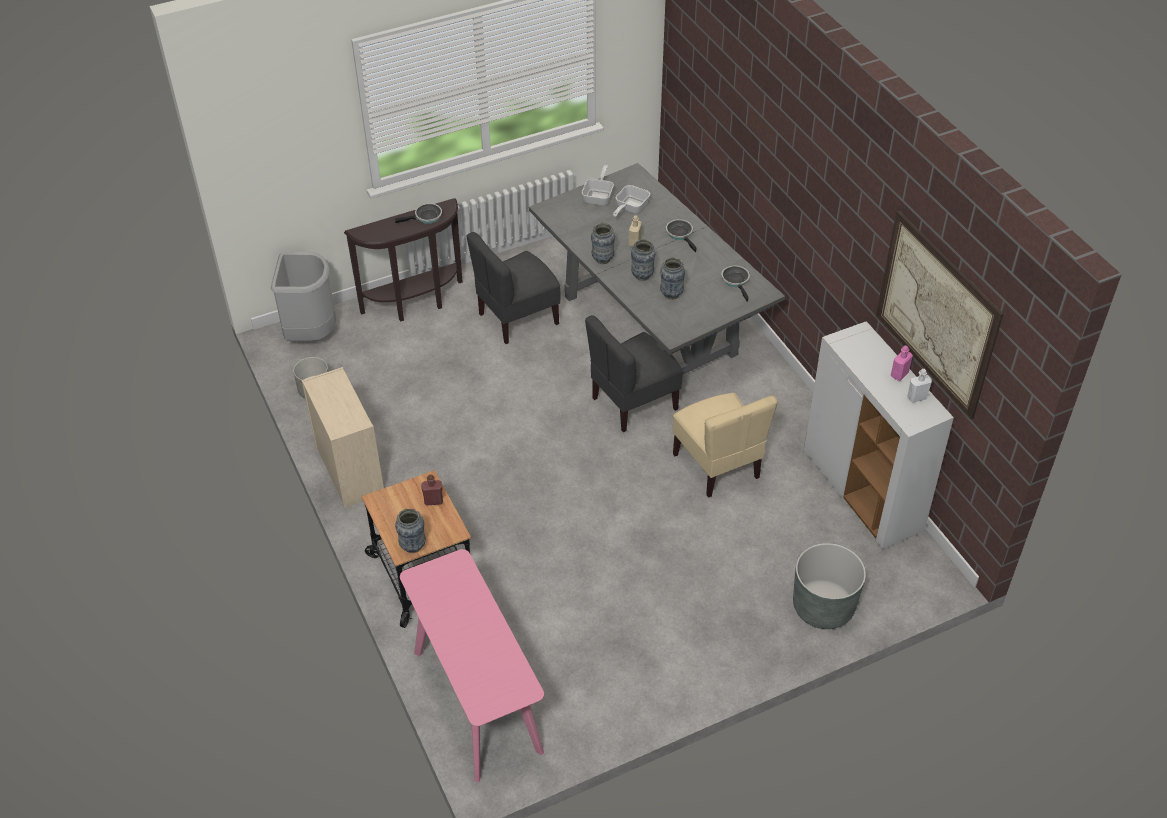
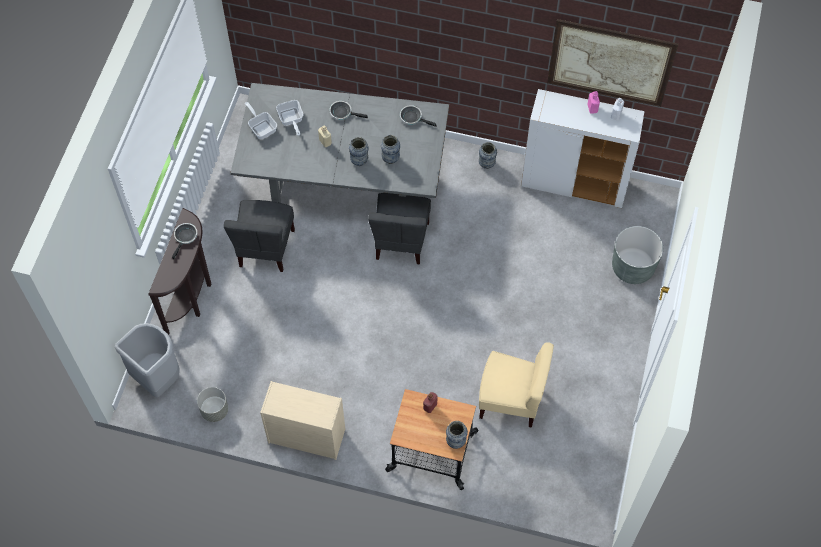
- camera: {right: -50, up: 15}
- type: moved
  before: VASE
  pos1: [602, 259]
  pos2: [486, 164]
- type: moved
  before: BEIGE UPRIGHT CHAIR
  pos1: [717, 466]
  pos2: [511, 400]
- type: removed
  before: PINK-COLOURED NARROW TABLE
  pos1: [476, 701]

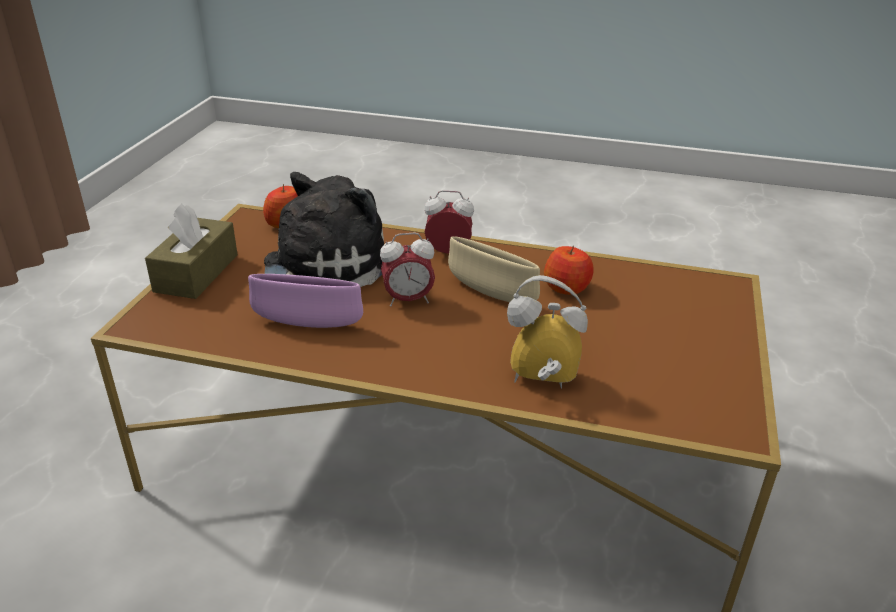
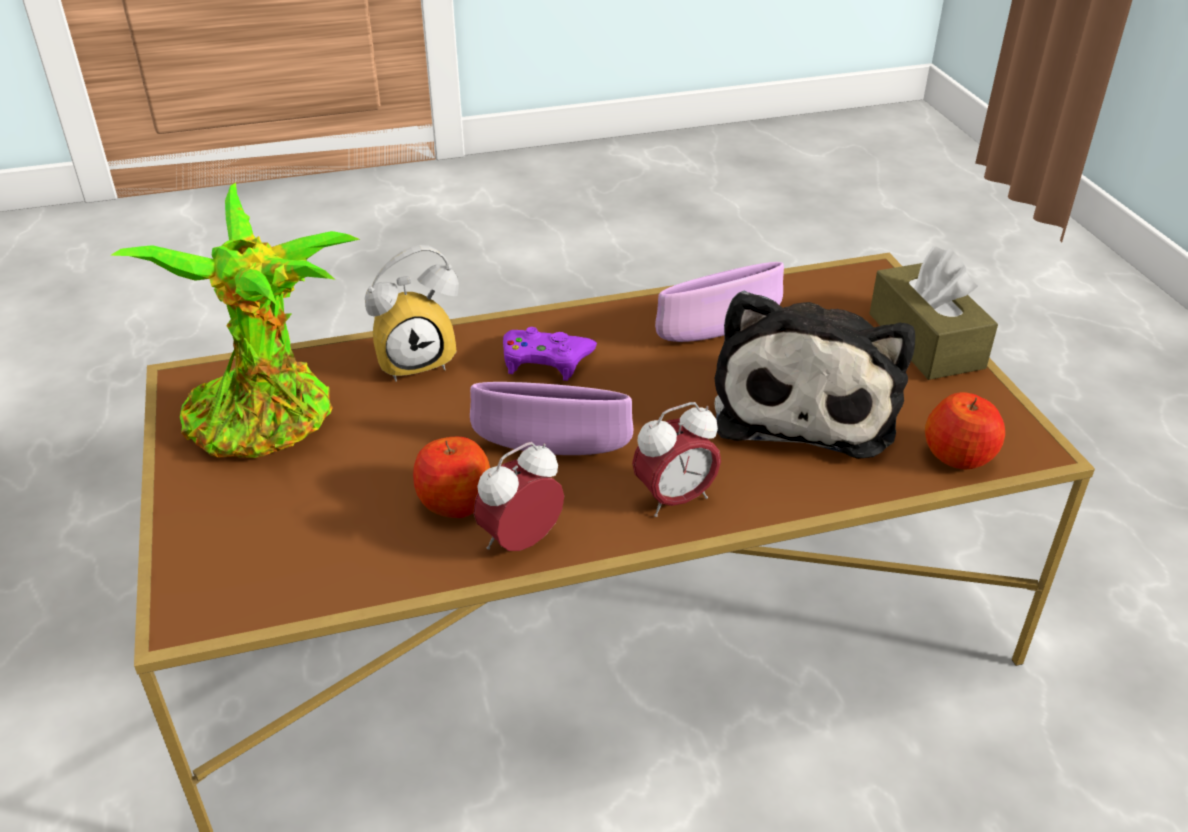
- camera: {right: 150, up: 5}
- type: added
  after: PLANT IN A POT
  pos2: [268, 422]
- type: recoloured
  before: BEIGE SERVING BOWL
  after: PURPLE SERVING BOWL
  pos1: [491, 294]
  pos2: [551, 449]
- type: moved
  before: TABLE CLOCK
  pos1: [408, 300]
  pos2: [521, 542]
- type: added
  after: PURPLE GAMEPAD
  pos2: [545, 360]

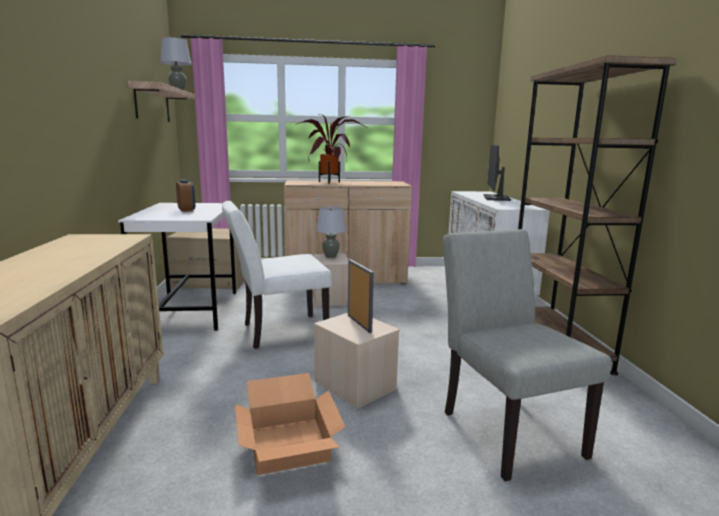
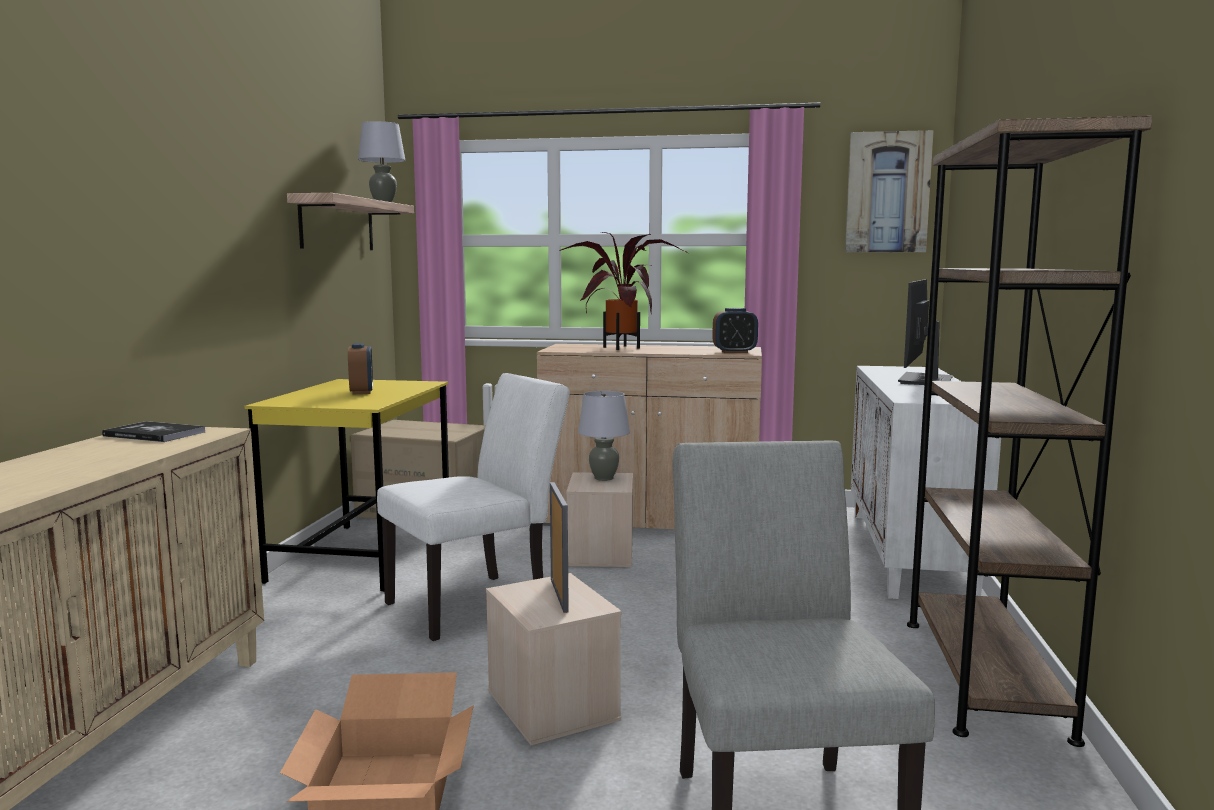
- camera: {right: 15, up: -5}
- type: added
  after: BOUND BOOK
  pos2: [154, 434]
- type: recoloured
  before: WHITE DESK
  after: YELLOW-COLOURED DESK
  pos1: [189, 310]
  pos2: [363, 556]
- type: turned
  before: WHITE UPRIGHT CHAIR
  pos1: [277, 332]
  pos2: [478, 603]
  turn: 150
- type: added
  after: TABLE CLOCK
  pos2: [734, 352]
- type: added
  after: WALL PICTURE
  pos2: [887, 192]

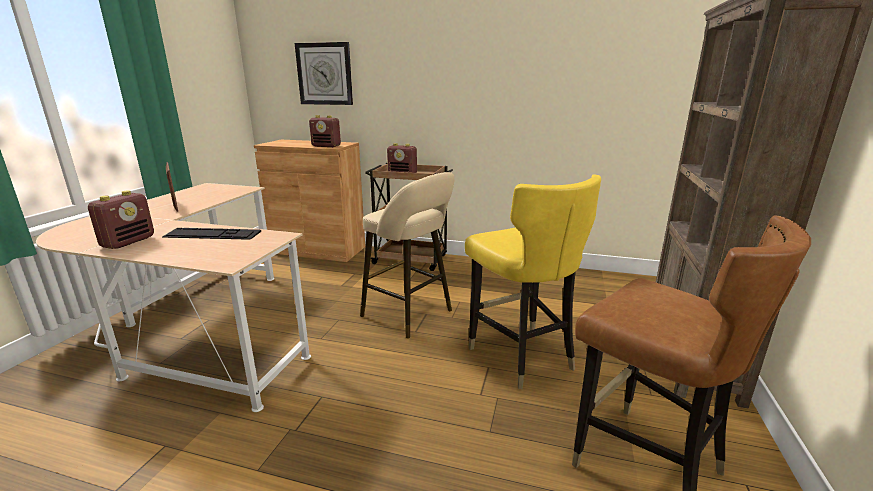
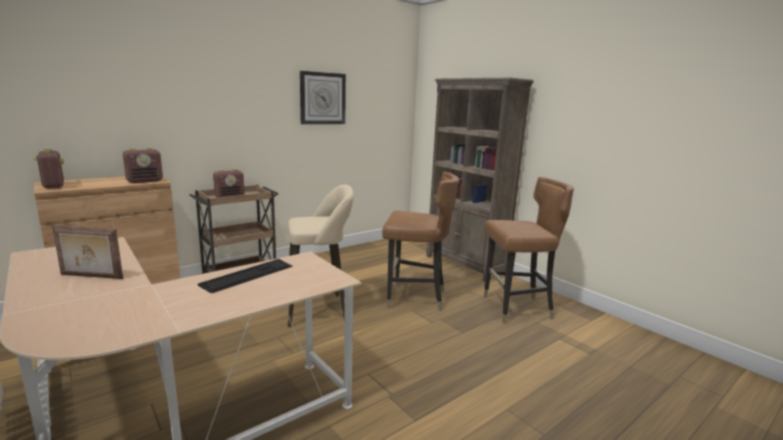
- camera: {right: -55, up: -5}
- type: moved
  before: RADIO SET
  pos1: [129, 242]
  pos2: [53, 186]
- type: moved
  before: HANGING CLOCK
  pos1: [324, 74]
  pos2: [322, 98]
- type: recoloured
  before: YELLOW-COLOURED UPRIGHT CHAIR
  after: BROWN UPRIGHT CHAIR
  pos1: [521, 356]
  pos2: [414, 298]

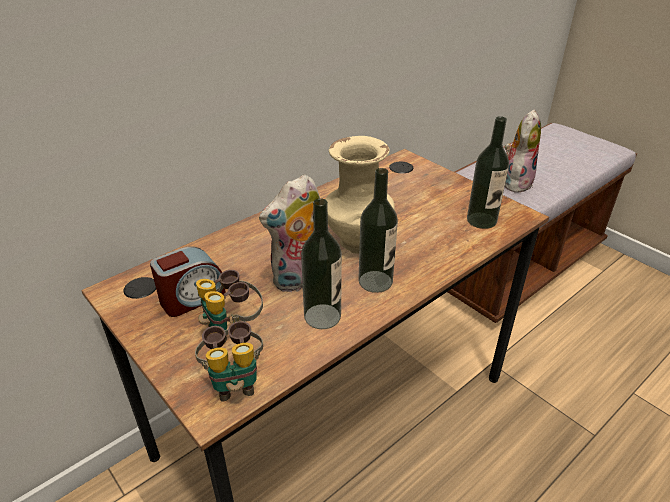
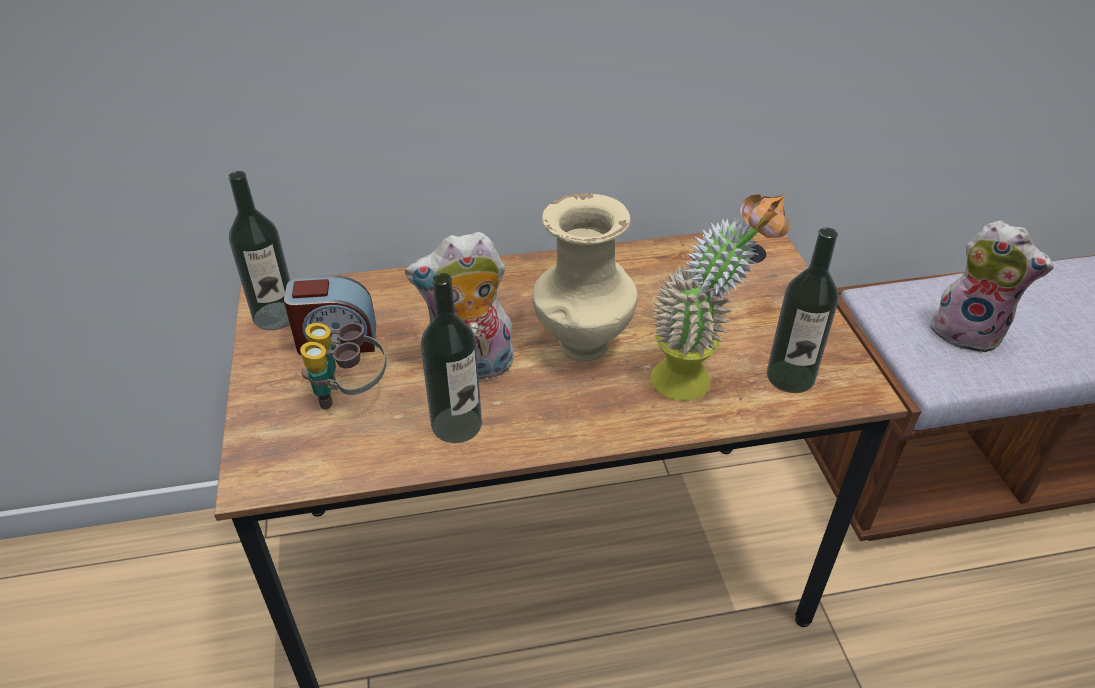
- camera: {right: 30, up: 5}
- type: moved
  before: BEVERAGE BOTTLE
  pos1: [375, 281]
  pos2: [275, 316]
- type: added
  after: PLANT IN A POT
  pos2: [697, 379]
- type: turned
  before: PLUSH TOY
  pos1: [515, 182]
  pos2: [968, 333]
  turn: 60
- type: removed
  before: FIELD GLASSES
  pos1: [235, 381]

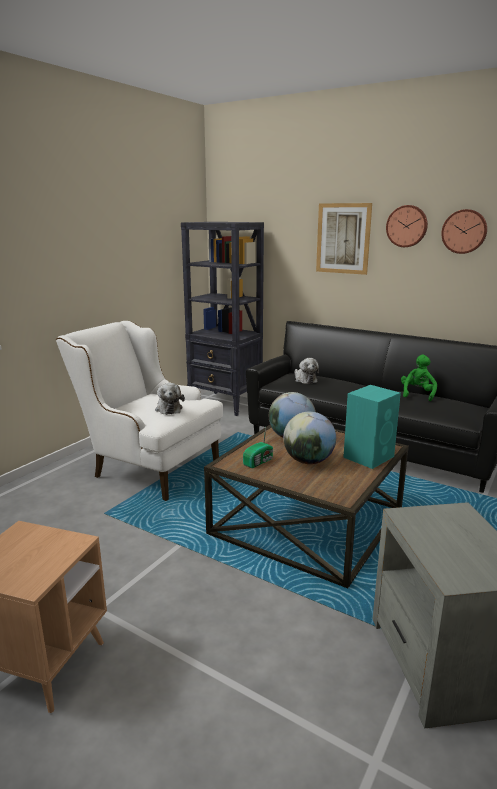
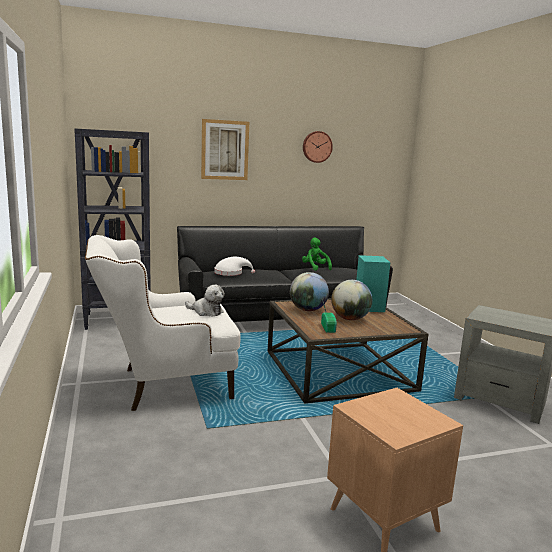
- camera: {right: -50, up: -5}
- type: replaced
  before: PLUSH TOY
  after: WHITE CLOTHING HAT
  pos1: [305, 379]
  pos2: [231, 273]
- type: removed
  before: HANGING CLOCK
  pos1: [407, 226]

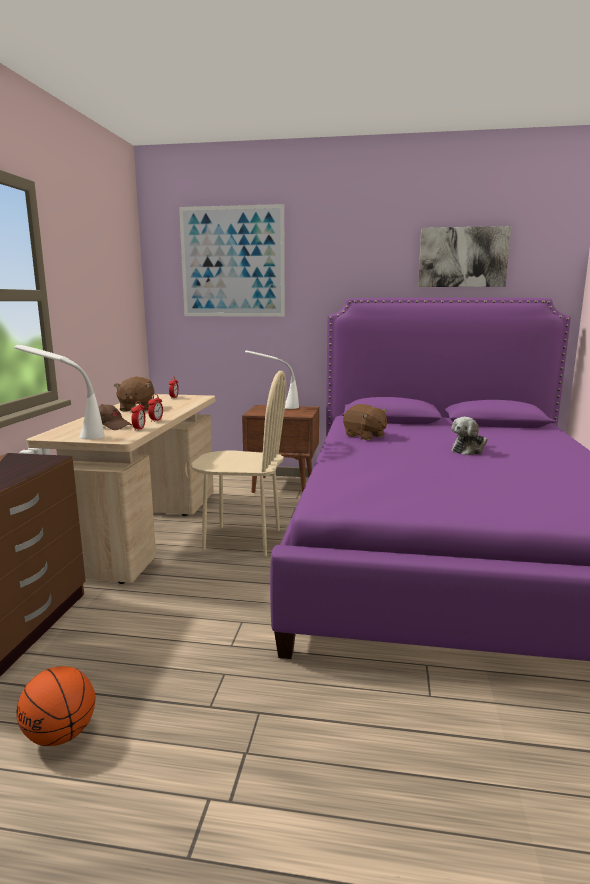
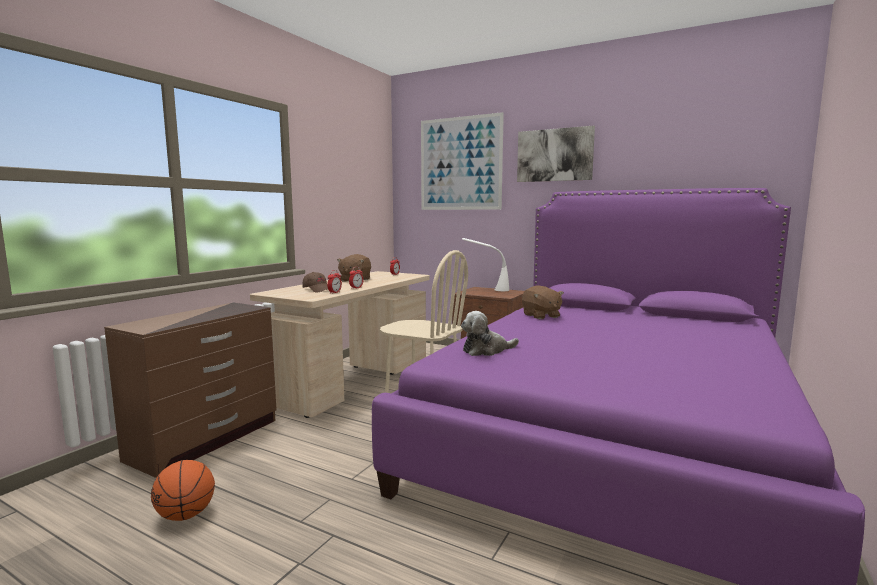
- camera: {right: 20, up: -5}
- type: moved
  before: PLUSH TOY
  pos1: [469, 450]
  pos2: [486, 350]
- type: moved
  before: WALL PICTURE
  pos1: [463, 257]
  pos2: [554, 155]
- type: removed
  before: WHITE TABLETOP LAMP
  pos1: [64, 436]

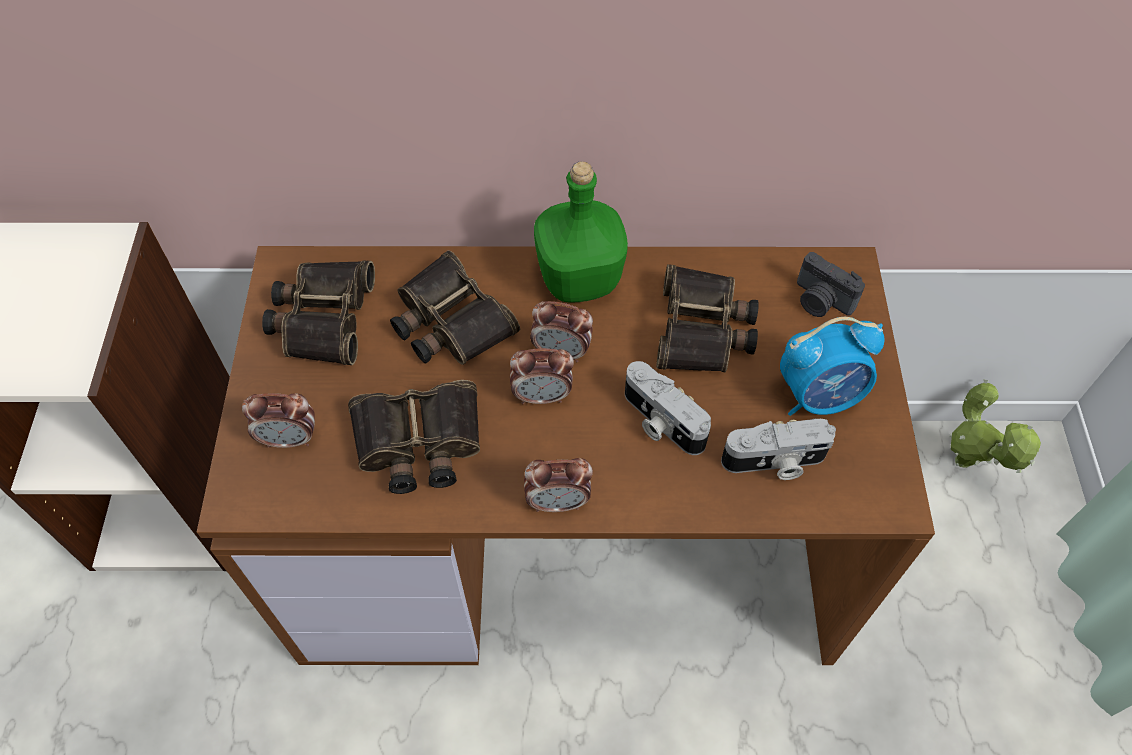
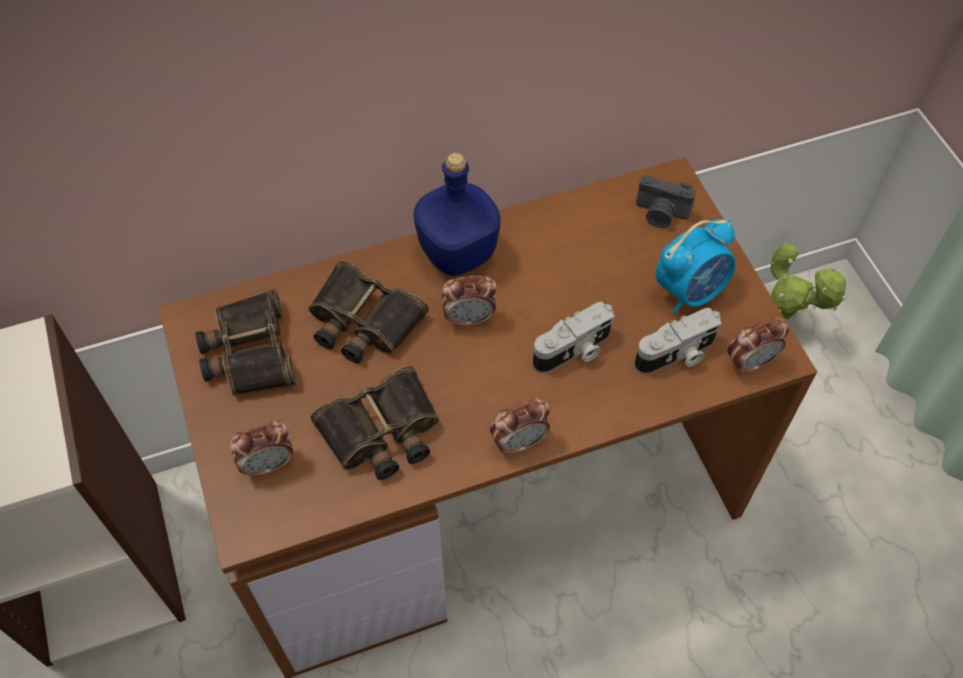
- camera: {right: -20, up: 0}
- type: recoloured
  before: GREEN-COLOURED BEVERAGE BOTTLE
  after: BLUE-COLOURED BEVERAGE BOTTLE
  pos1: [578, 280]
  pos2: [456, 254]
- type: turned
  before: STILL CAMERA
  pos1: [660, 422]
  pos2: [574, 351]
  turn: -60
- type: moved
  before: TABLE CLOCK
  pos1: [542, 396]
  pos2: [750, 362]
- type: removed
  before: FIELD GLASSES
  pos1: [704, 329]

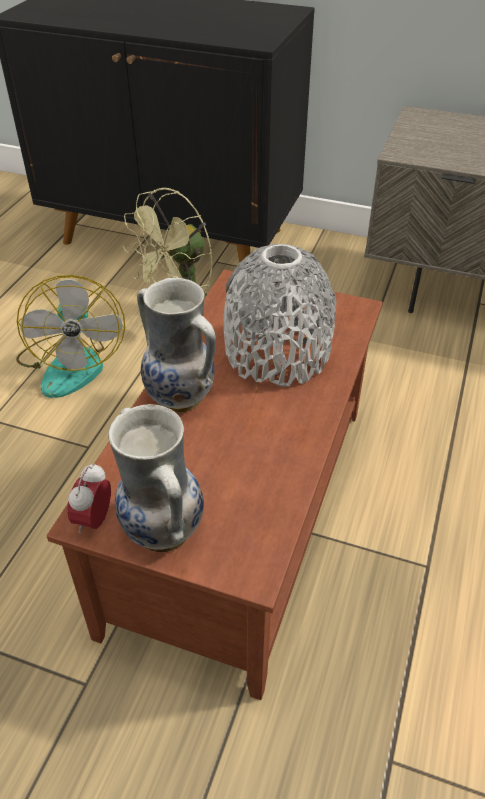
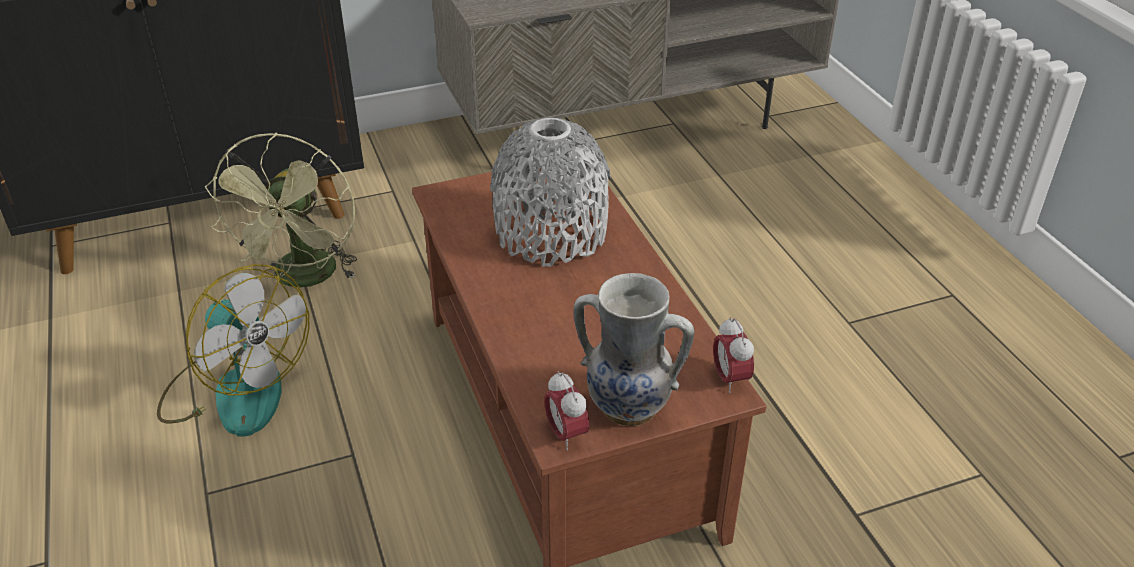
- camera: {right: -40, up: -5}
- type: added
  after: TABLE CLOCK
  pos2: [730, 379]
- type: removed
  before: VASE
  pos1: [181, 396]

